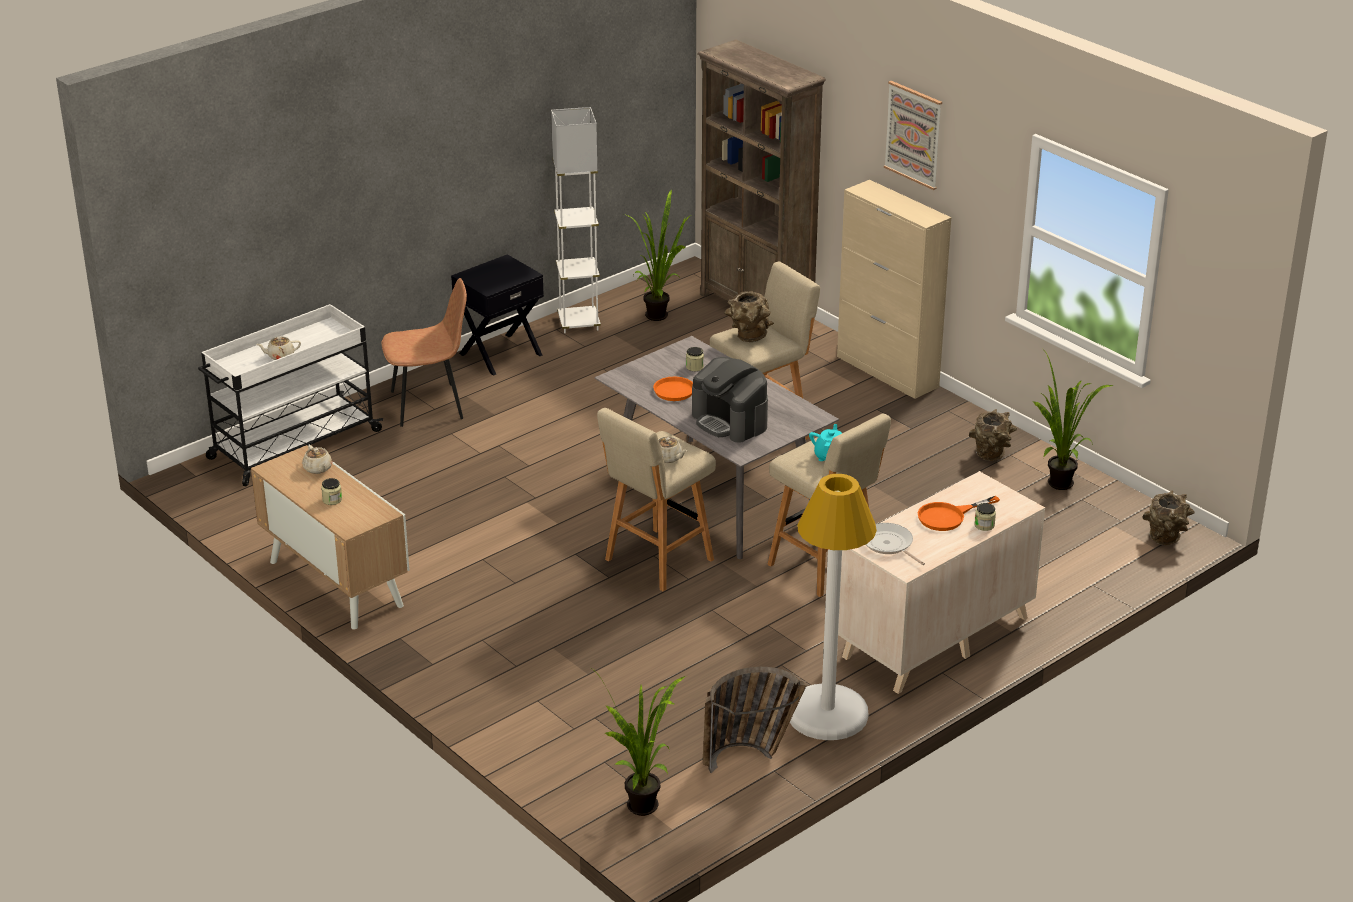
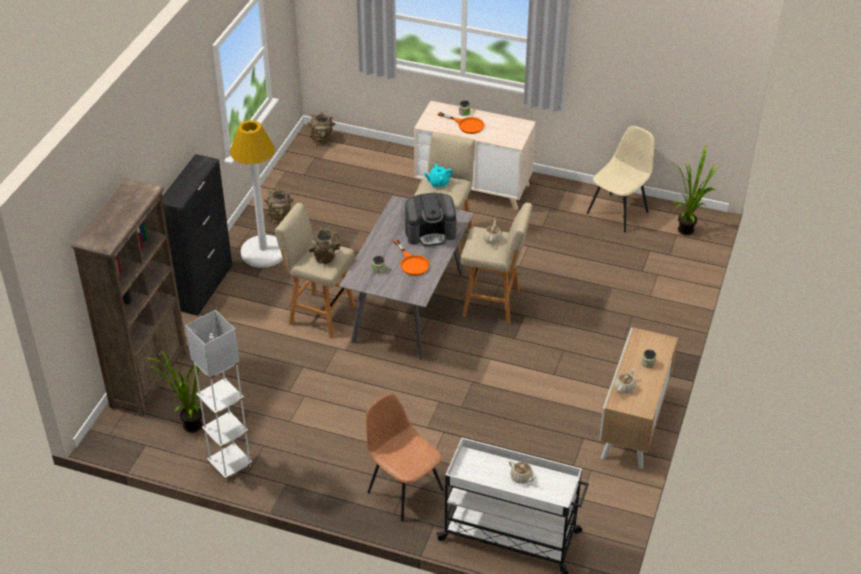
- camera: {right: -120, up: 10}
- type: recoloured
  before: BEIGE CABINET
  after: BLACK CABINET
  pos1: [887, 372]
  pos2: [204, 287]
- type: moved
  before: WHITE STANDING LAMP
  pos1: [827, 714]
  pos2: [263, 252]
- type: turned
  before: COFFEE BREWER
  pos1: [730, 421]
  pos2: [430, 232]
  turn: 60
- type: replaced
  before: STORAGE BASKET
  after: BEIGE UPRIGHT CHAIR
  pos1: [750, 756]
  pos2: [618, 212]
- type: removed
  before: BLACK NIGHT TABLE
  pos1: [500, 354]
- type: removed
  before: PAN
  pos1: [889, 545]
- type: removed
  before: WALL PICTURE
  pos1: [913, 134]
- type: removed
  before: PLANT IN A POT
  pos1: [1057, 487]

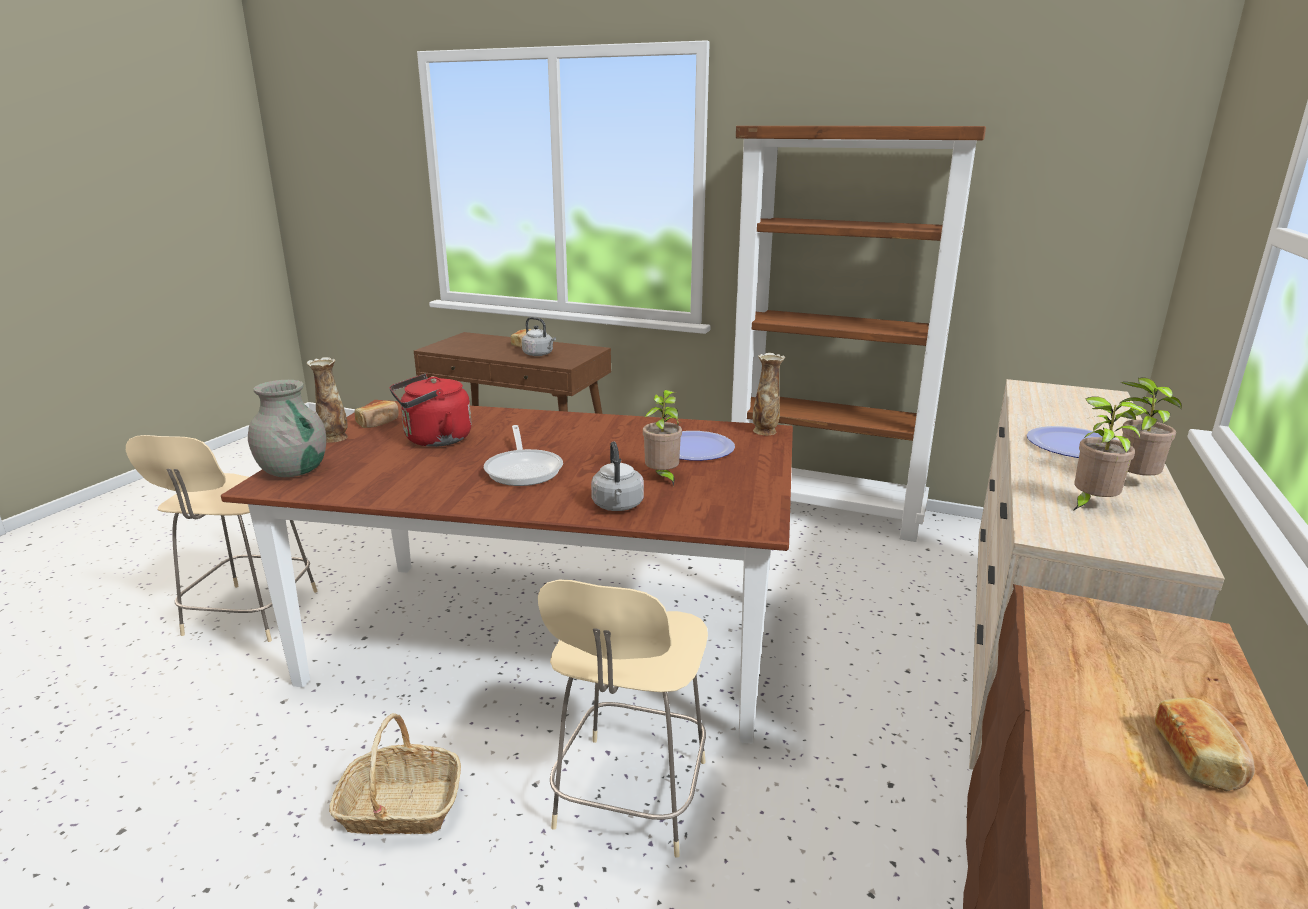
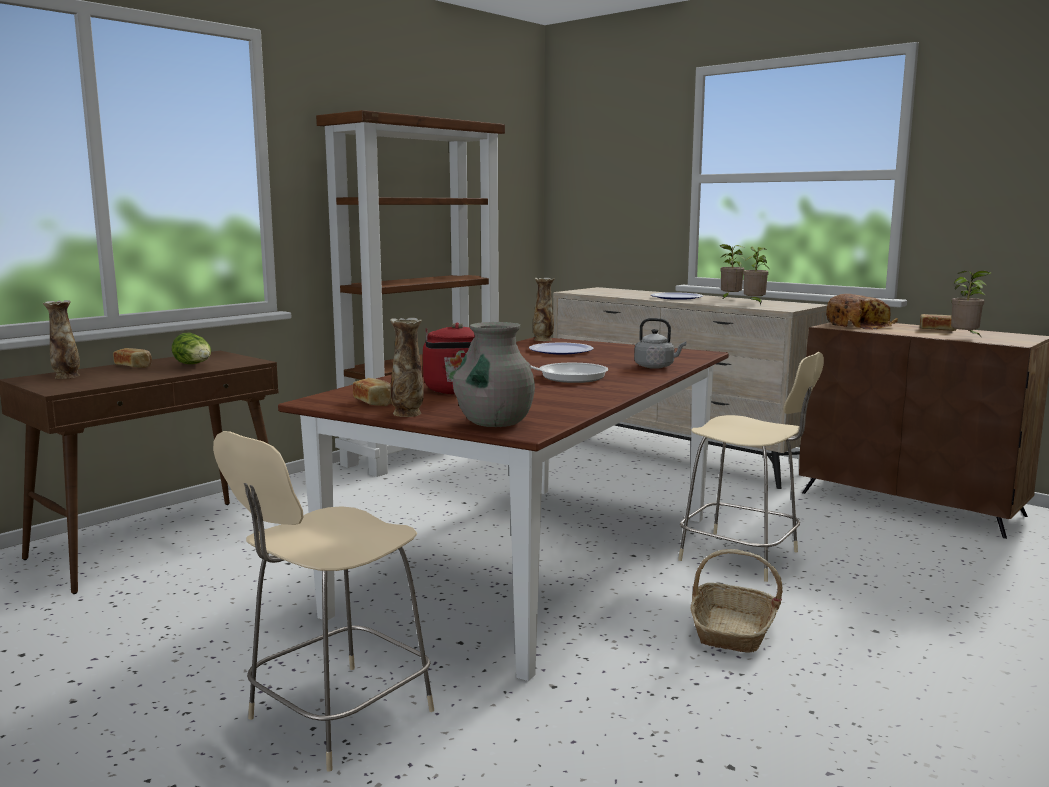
- camera: {right: -70, up: -10}
- type: added
  after: VASE
  pos2: [66, 376]
- type: replaced
  before: GREYISH KETTLE
  after: HEAD OF LETTUCE
  pos1: [539, 354]
  pos2: [195, 365]
- type: turned
  before: BEIGE UPRIGHT CHAIR
  pos1: [249, 615]
  pos2: [335, 717]
  turn: 105
- type: added
  after: BREAD
  pos2: [858, 325]
- type: moved
  before: PLANT IN A POT
  pos1: [662, 478]
  pos2: [966, 338]

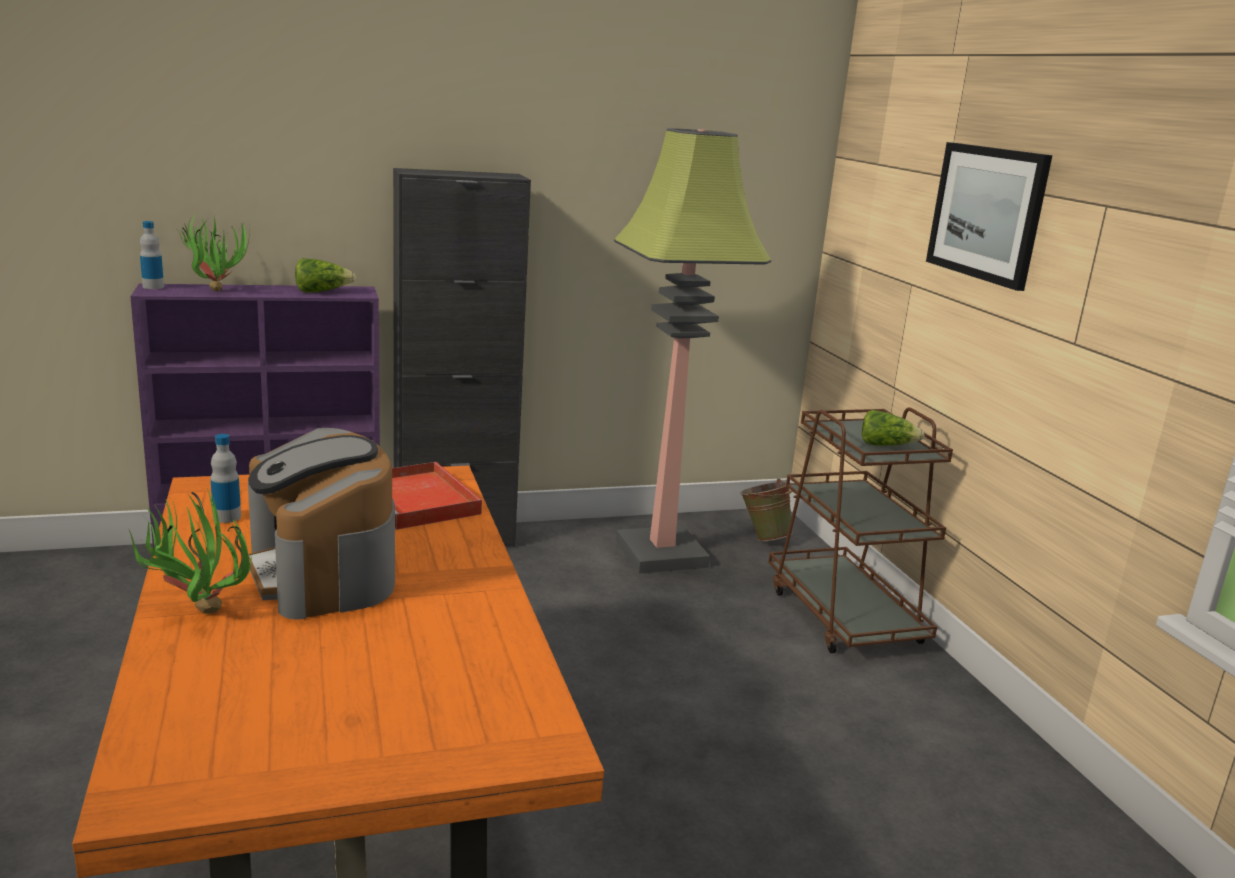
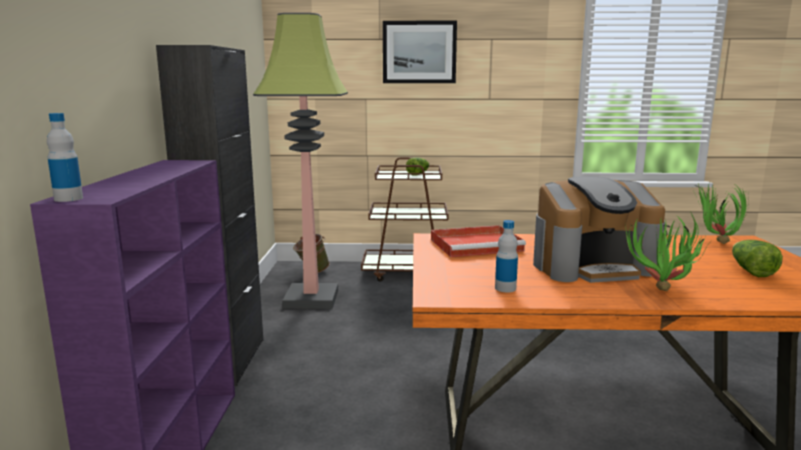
- camera: {right: -70, up: -5}
- type: moved
  before: PLANT IN A POT
  pos1: [215, 289]
  pos2: [715, 244]
- type: moved
  before: HEAD OF LETTUCE
  pos1: [322, 292]
  pos2: [750, 271]

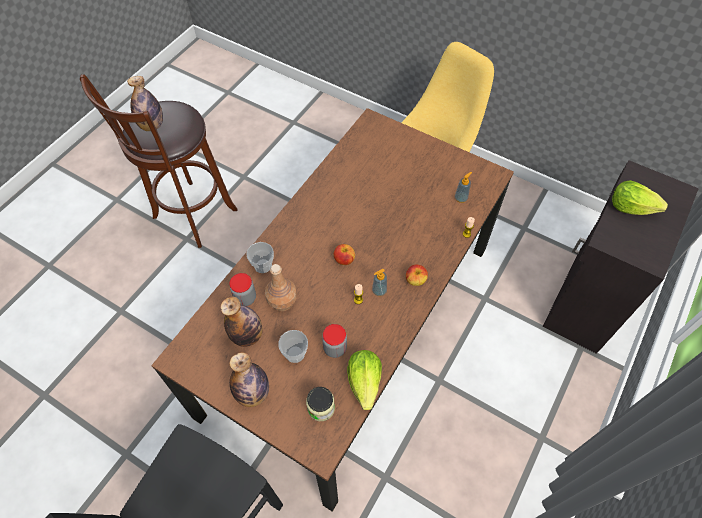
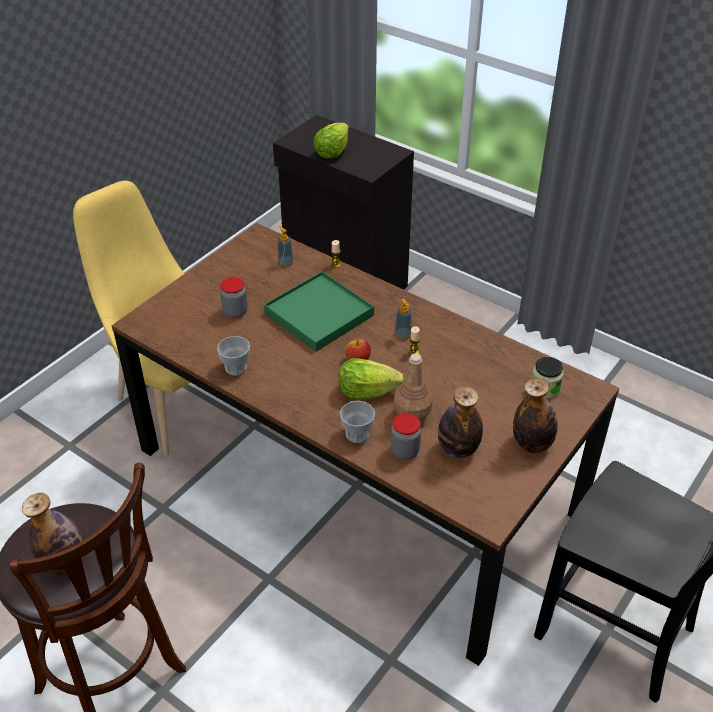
- camera: {right: -85, up: -15}
- type: moved
  before: DRINKING CUP
  pos1: [295, 353]
  pos2: [236, 367]
- type: moved
  before: PRESERVE JAR
  pos1: [335, 348]
  pos2: [235, 312]
- type: added
  after: GREEN-COLOURED TRAY
  pos2: [319, 314]
- type: moved
  before: HEAD OF LETTUCE
  pos1: [365, 382]
  pos2: [366, 391]
- type: removed
  before: APPLE FRUIT
  pos1: [415, 280]

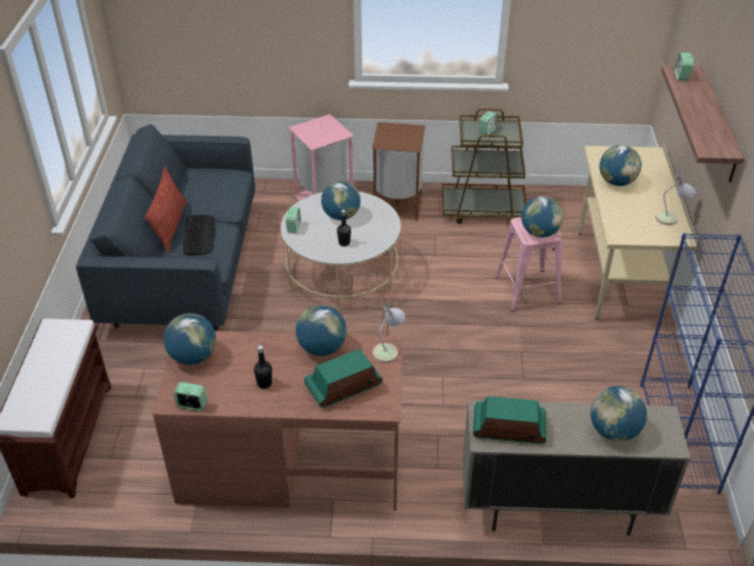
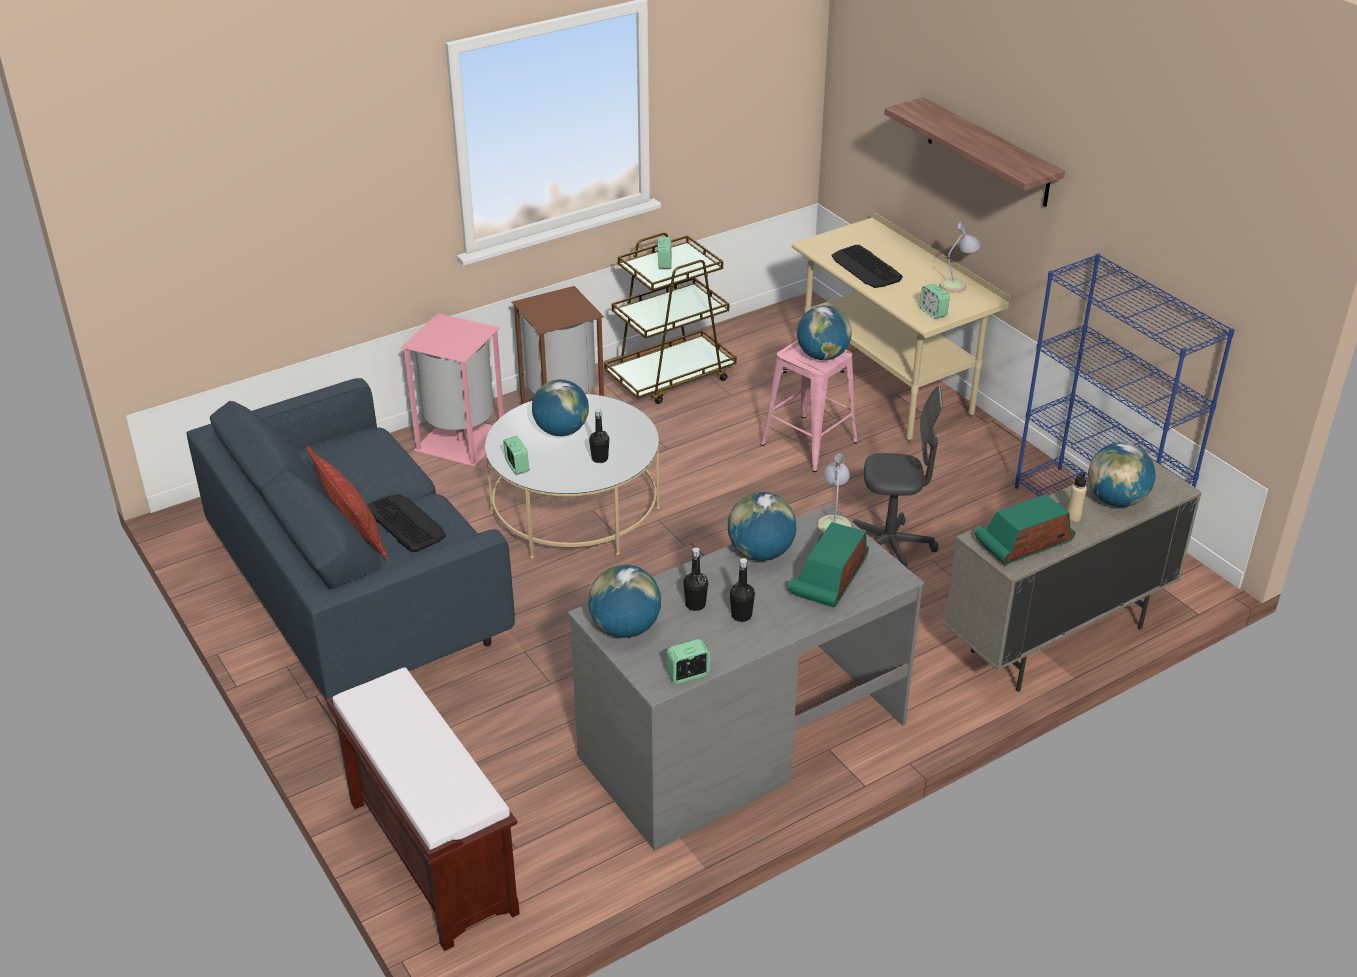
- camera: {right: -35, up: -5}
- type: recoloured
  before: BROWN DESK
  after: GREYISH DESK
  pos1: [290, 463]
  pos2: [742, 739]
- type: added
  after: BLACK BEVERAGE BOTTLE
  pos2: [695, 604]
- type: replaced
  before: WORLD GLOBE
  after: COMPUTER KEYBOARD
  pos1: [616, 182]
  pos2: [866, 268]
- type: added
  after: GREYISH COMPUTER CHAIR
  pos2: [891, 548]
- type: moved
  before: TABLE CLOCK
  pos1: [681, 76]
  pos2: [933, 312]
- type: added
  after: BEIGE BEVERAGE BOTTLE
  pos2: [1073, 517]

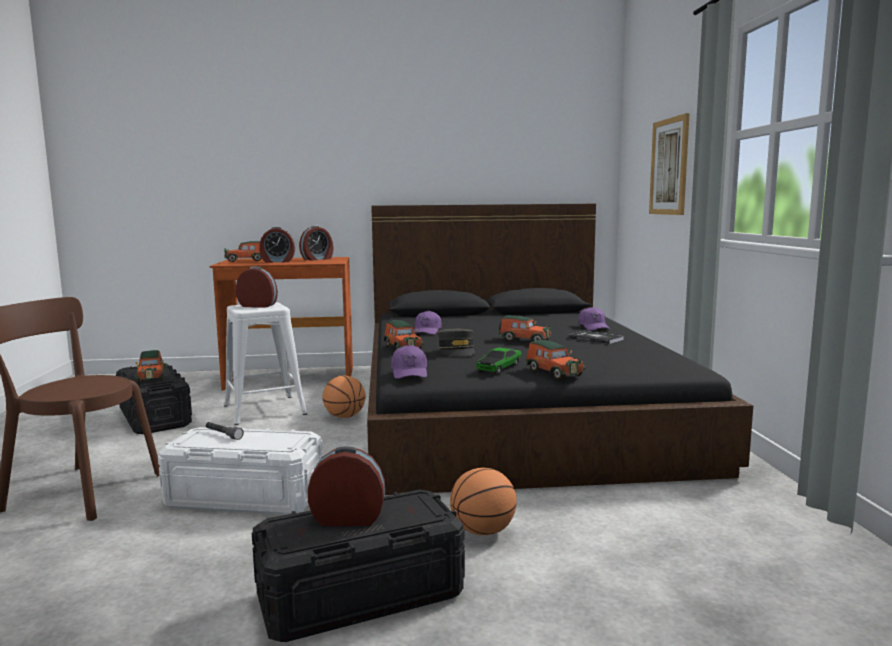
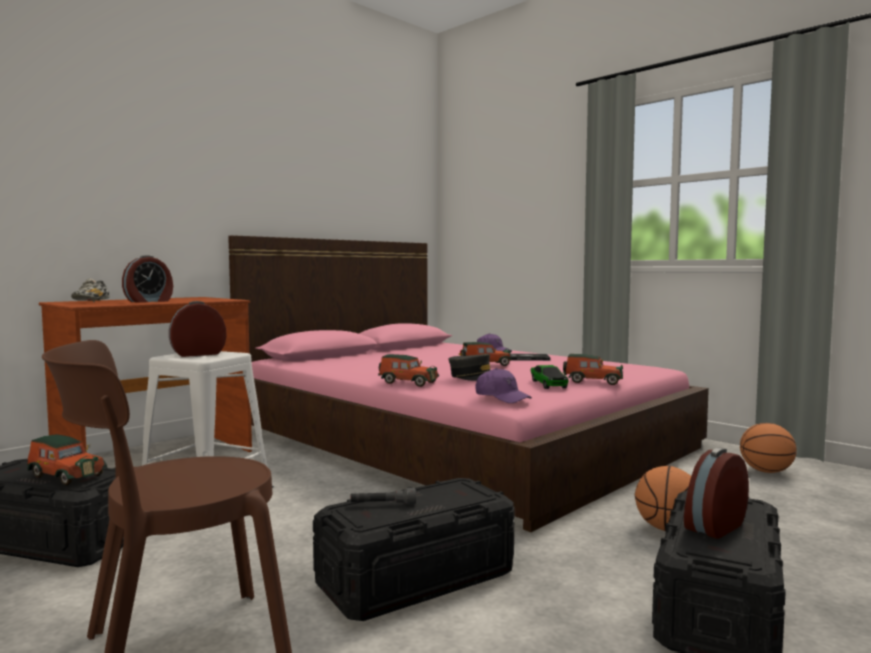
- camera: {right: -40, up: -5}
- type: replaced
  before: TOY CAR
  after: ITEM OF FOOTWEAR
  pos1: [246, 260]
  pos2: [91, 302]
- type: recoloured
  before: BLACK SLEEPING BED
  after: PINK-COLOURED SLEEPING BED
  pos1: [512, 407]
  pos2: [455, 437]
- type: recoloured
  before: WHITE STORAGE CONTAINER
  after: BLACK STORAGE CONTAINER
  pos1: [245, 497]
  pos2: [417, 579]
- type: moved
  before: BASKETBALL BALL
  pos1: [344, 417]
  pos2: [766, 472]
- type: removed
  before: TABLE CLOCK
  pos1: [317, 259]
- type: removed
  before: PURPLE BASEBALL CAP
  pos1: [427, 331]
- type: removed
  before: WALL PICTURE
  pos1: [669, 167]

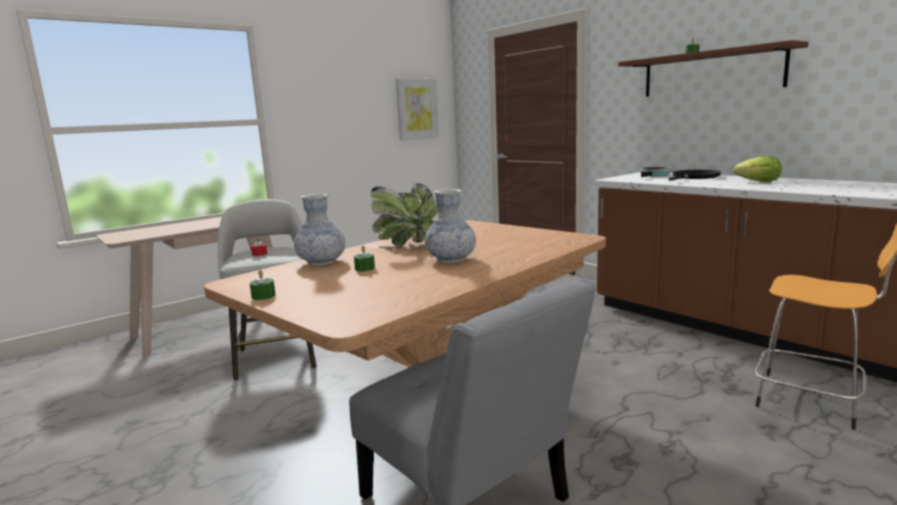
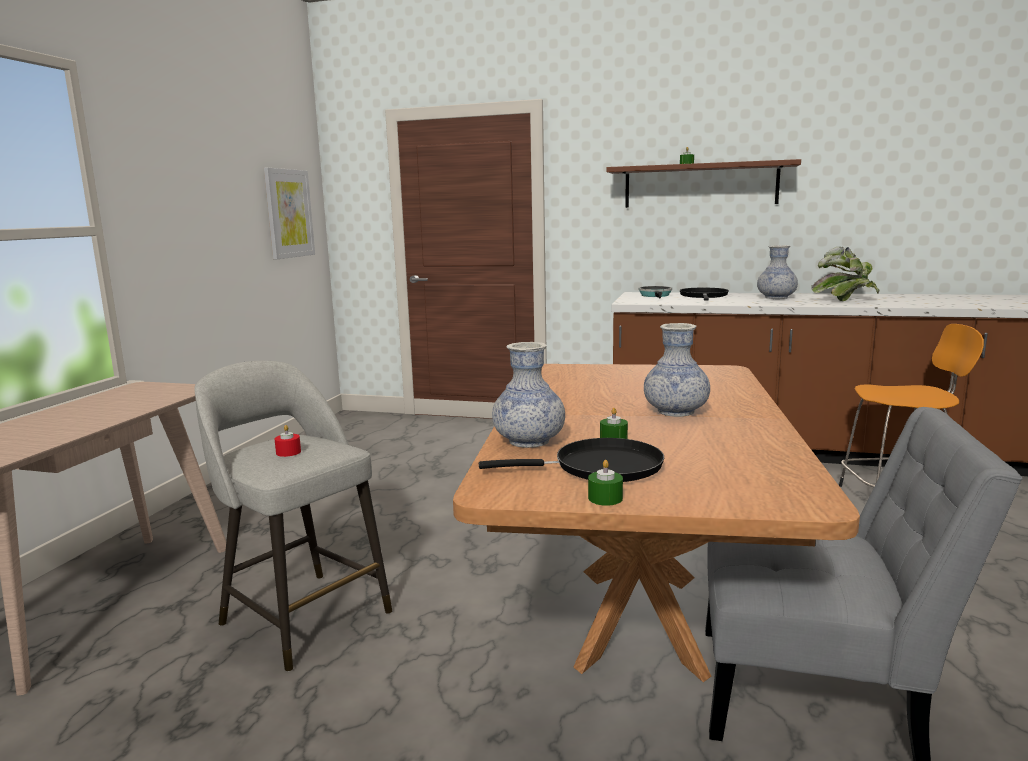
- camera: {right: -35, up: 0}
- type: added
  after: BLACK PAN
  pos2: [600, 467]
- type: replaced
  before: HEAD OF LETTUCE
  after: VASE
  pos1: [759, 182]
  pos2: [776, 298]
- type: moved
  before: PLANT IN A POT
  pos1: [408, 244]
  pos2: [845, 300]

